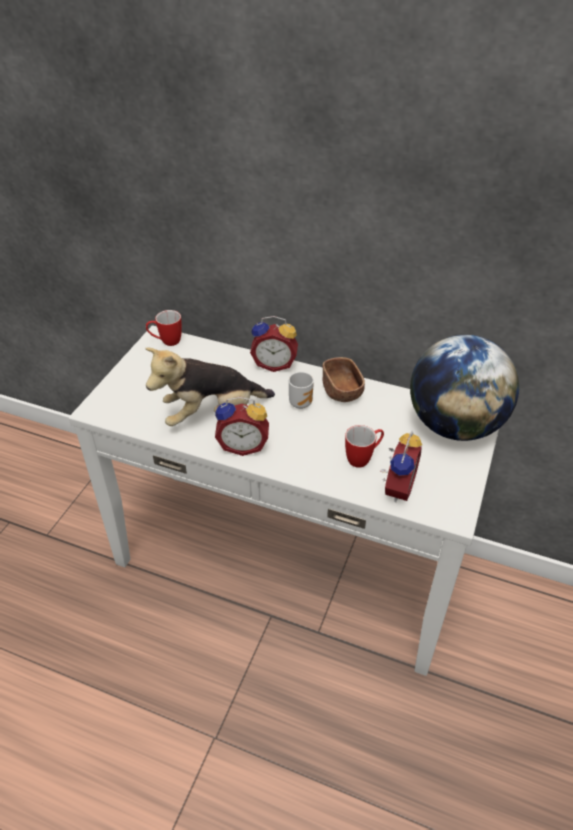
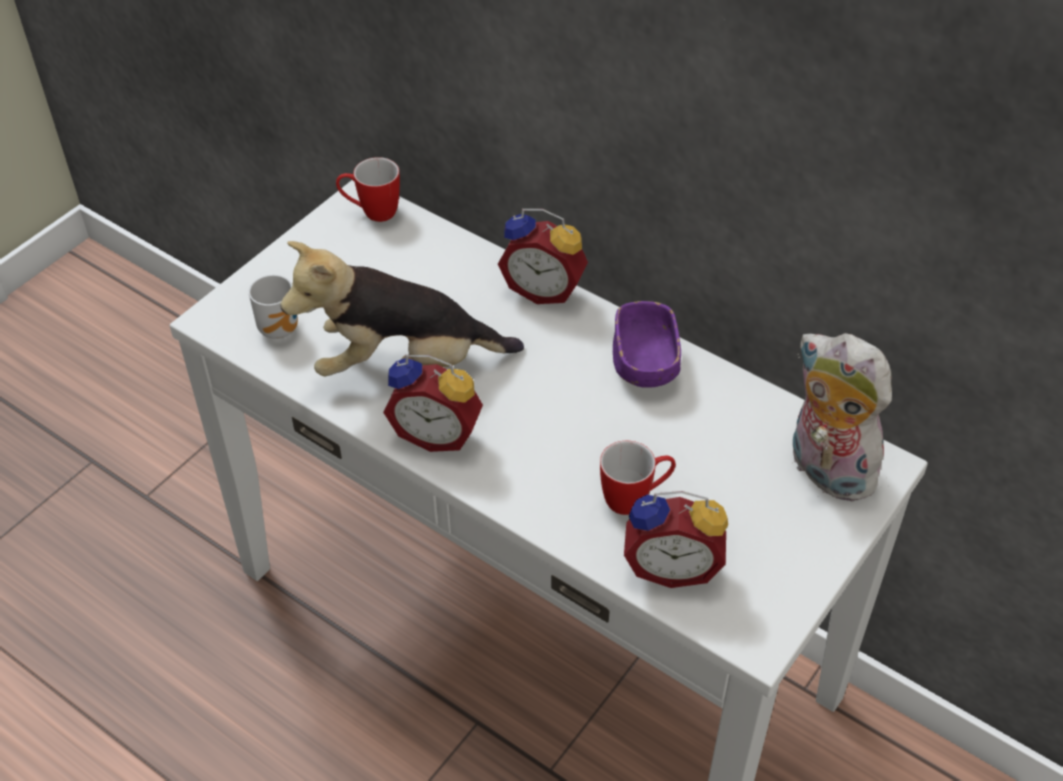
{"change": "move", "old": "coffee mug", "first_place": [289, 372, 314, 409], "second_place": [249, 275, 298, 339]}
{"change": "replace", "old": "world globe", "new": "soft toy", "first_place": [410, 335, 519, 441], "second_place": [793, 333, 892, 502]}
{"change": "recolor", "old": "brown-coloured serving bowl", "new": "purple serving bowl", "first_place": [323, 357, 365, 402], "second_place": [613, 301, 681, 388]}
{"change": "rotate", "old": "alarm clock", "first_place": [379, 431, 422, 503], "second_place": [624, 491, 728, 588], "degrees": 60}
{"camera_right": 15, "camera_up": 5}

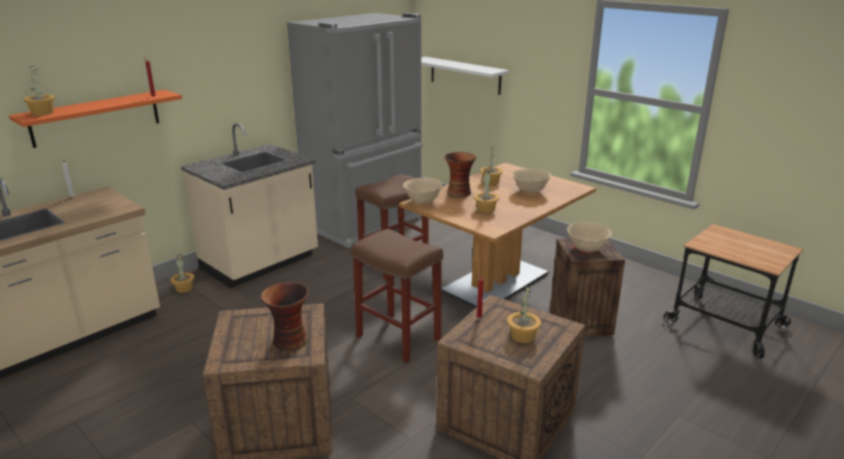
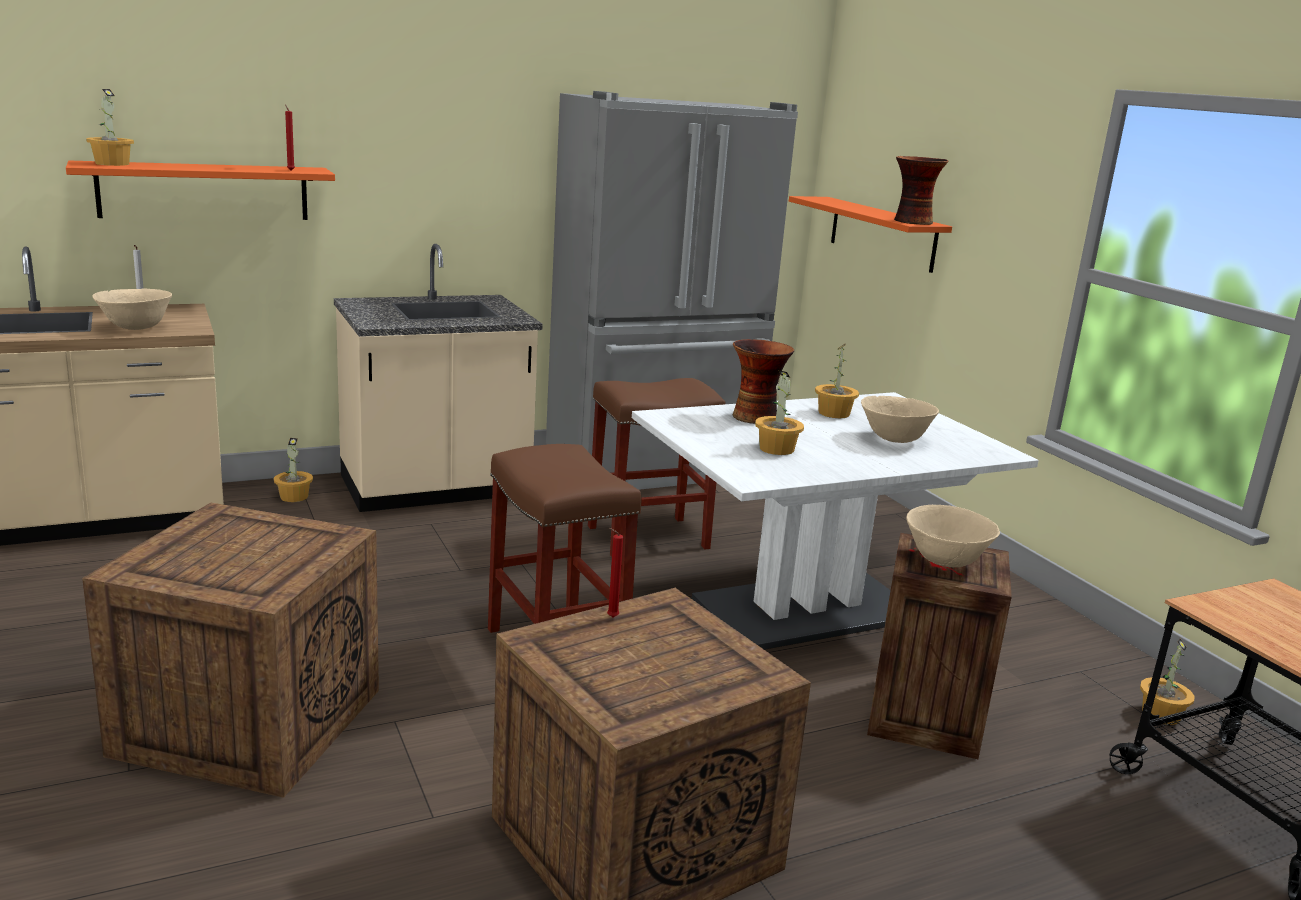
{"change": "move", "old": "decorative vase", "first_place": [261, 282, 309, 351], "second_place": [894, 156, 948, 225]}
{"change": "move", "old": "beige-coloured serving bowl", "first_place": [403, 178, 442, 204], "second_place": [93, 289, 172, 330]}
{"change": "move", "old": "plant in a pot", "first_place": [507, 286, 541, 343], "second_place": [1140, 638, 1195, 725]}
{"change": "recolor", "old": "brown-coloured dining table", "new": "whitish dining table", "first_place": [399, 163, 596, 308], "second_place": [632, 392, 1039, 650]}
{"change": "recolor", "old": "whitish bracket shelf", "new": "orange bracket shelf", "first_place": [421, 57, 509, 95], "second_place": [789, 196, 952, 273]}
{"camera_right": 20, "camera_up": -5}

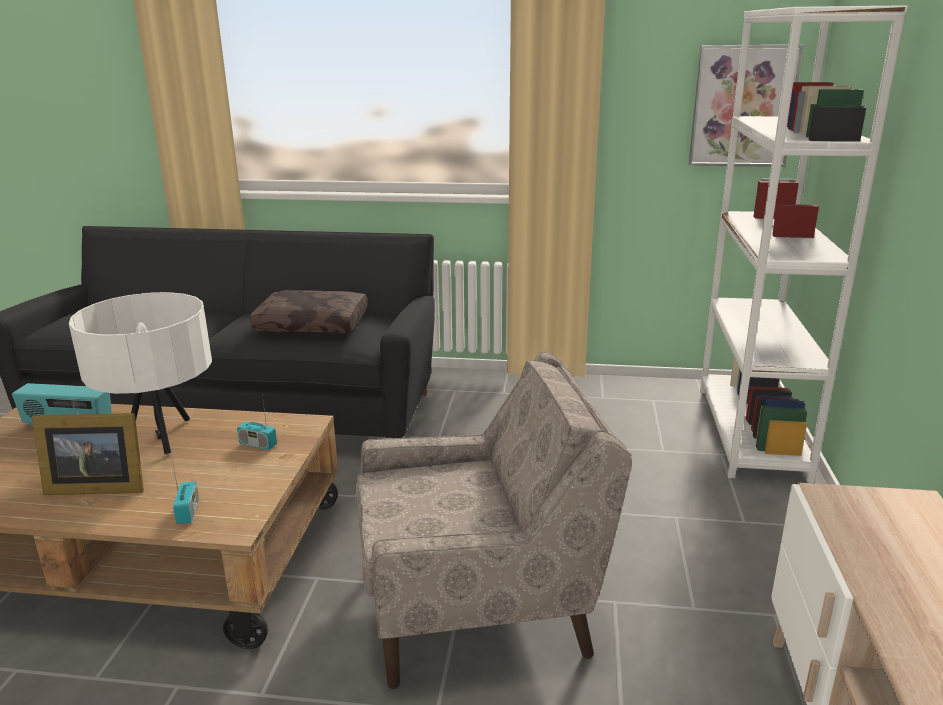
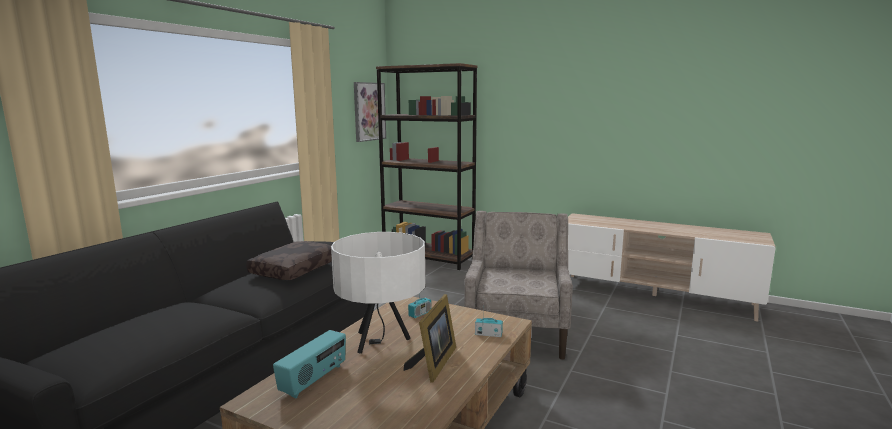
{"change": "recolor", "old": "whitish shelving unit", "new": "brown-coloured shelving unit", "first_place": [700, 5, 908, 483], "second_place": [376, 63, 478, 270]}
{"camera_right": -70, "camera_up": -10}

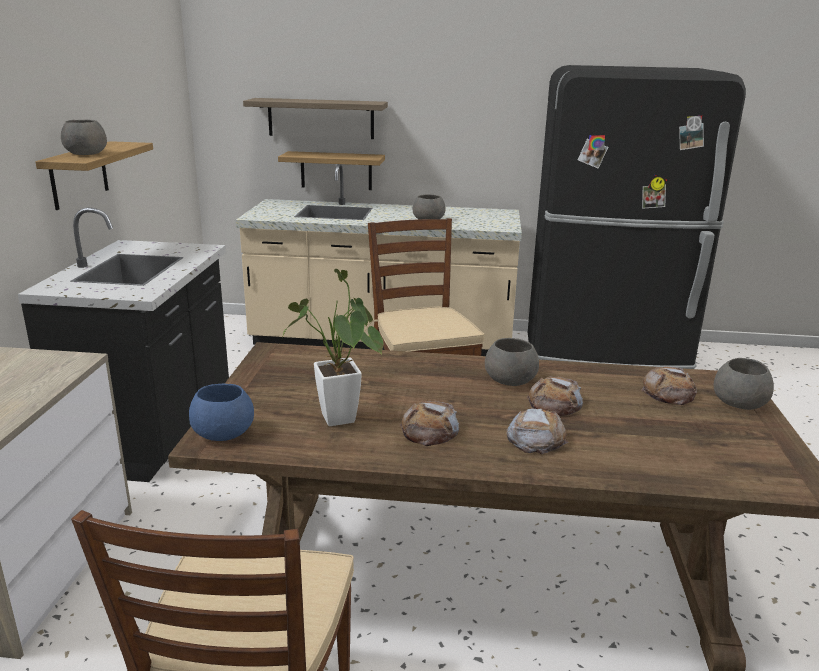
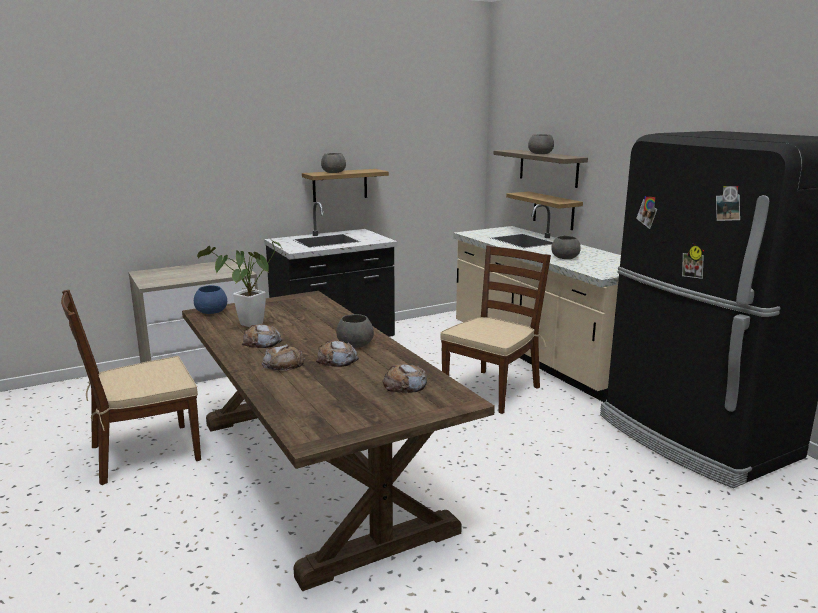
{"change": "move", "old": "greyish serving bowl", "first_place": [713, 358, 774, 410], "second_place": [528, 134, 554, 154]}
{"camera_right": 55, "camera_up": -5}

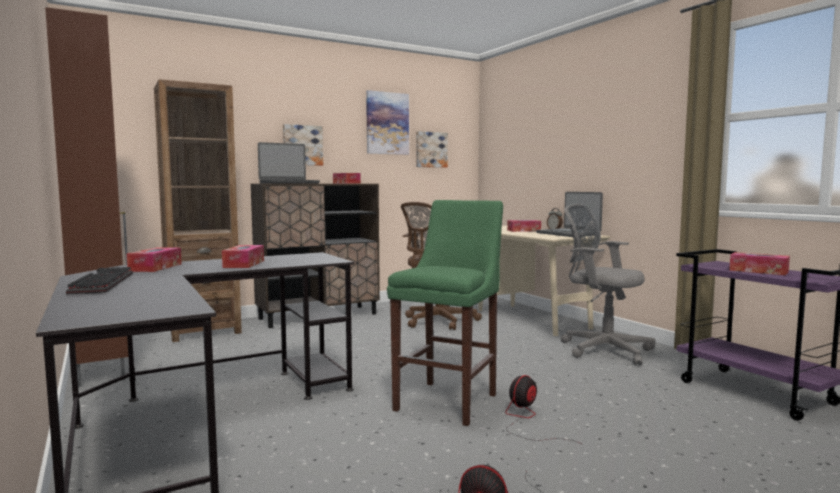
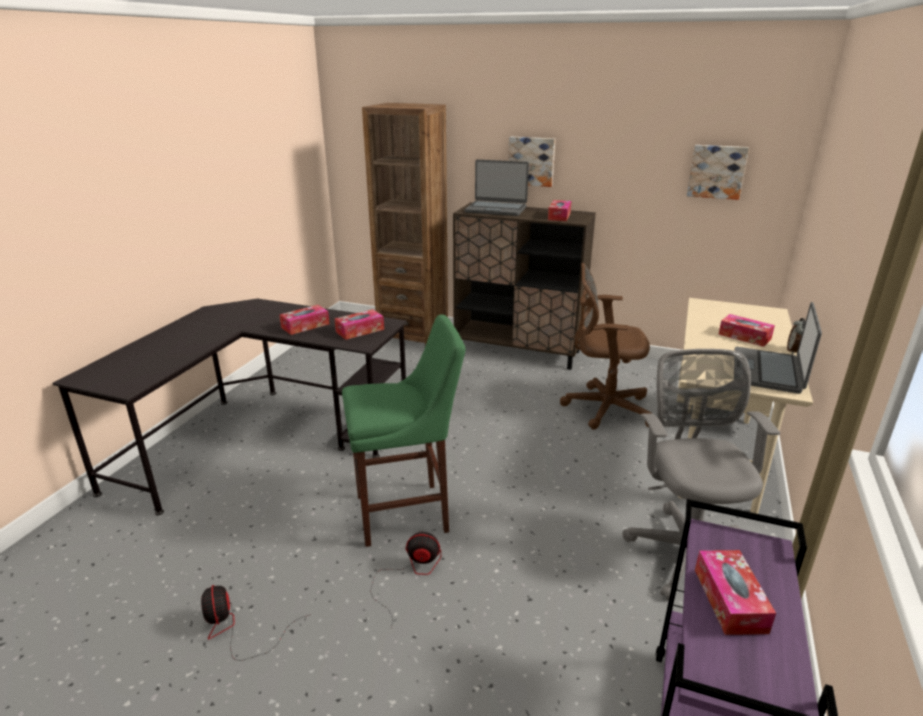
{"change": "delete", "old": "brown-coloured cupboard", "first_place": [45, 7, 128, 387]}
{"change": "delete", "old": "computer keyboard", "first_place": [66, 267, 133, 294]}
{"change": "delete", "old": "wall picture", "first_place": [366, 90, 409, 155]}
{"change": "move", "old": "box of tissues", "first_place": [127, 247, 182, 272], "second_place": [335, 309, 384, 340]}
{"camera_right": 50, "camera_up": 20}

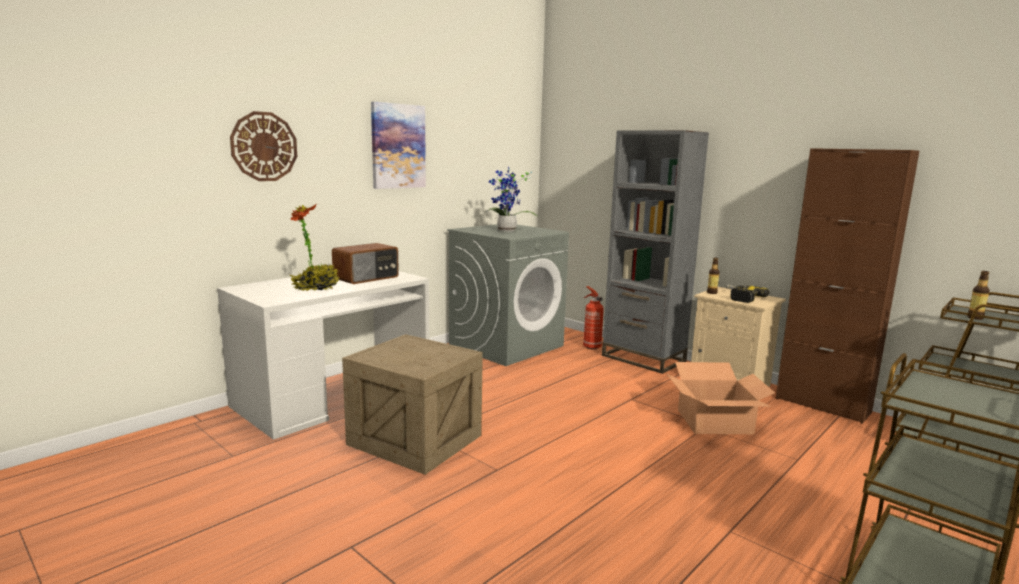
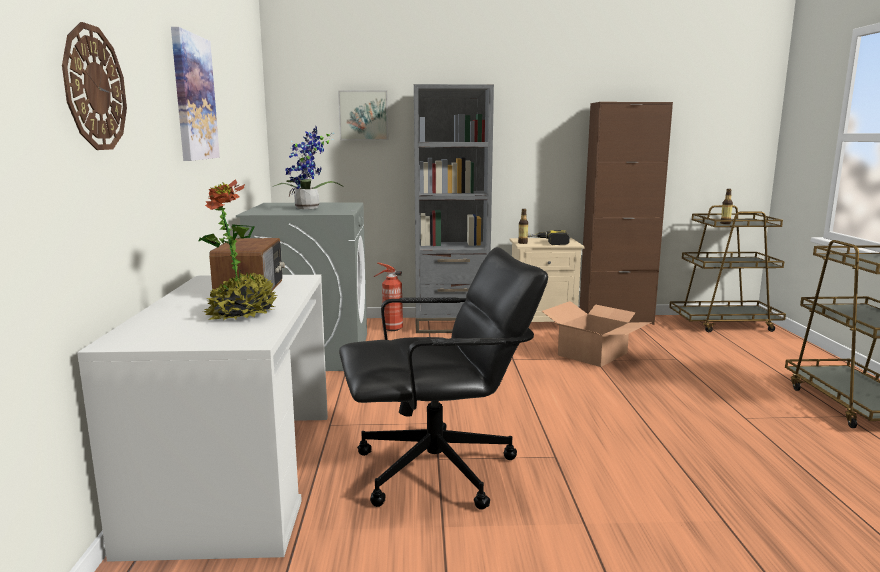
{"change": "insert", "new": "wall picture", "second_place": [338, 90, 388, 140]}
{"change": "replace", "old": "shipping crate", "new": "black-coloured office chair", "first_place": [342, 334, 483, 475], "second_place": [339, 247, 548, 510]}
{"camera_right": -45, "camera_up": 0}

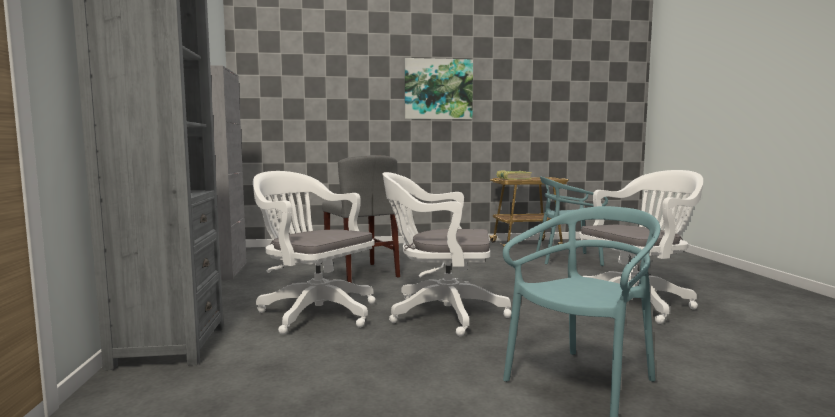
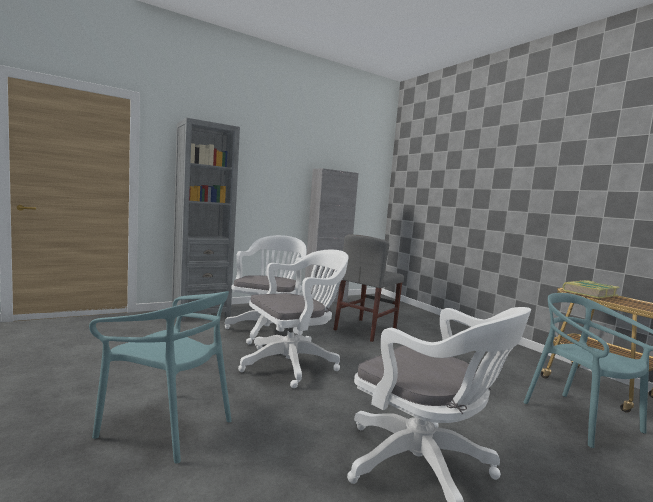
{"change": "delete", "old": "wall picture", "first_place": [404, 58, 473, 119]}
{"change": "rotate", "old": "whitish office chair", "first_place": [382, 172, 511, 336], "second_place": [238, 250, 349, 388], "degrees": 75}
{"camera_right": 65, "camera_up": 0}

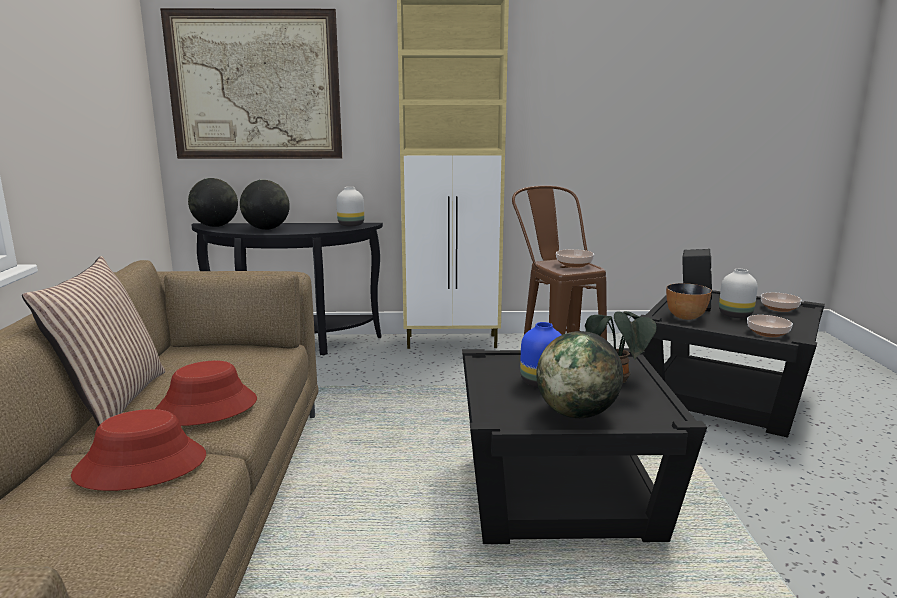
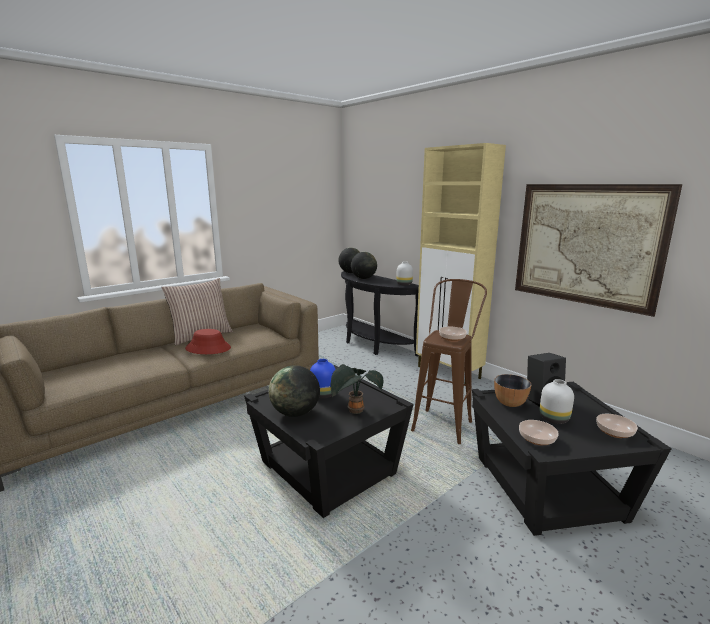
{"change": "delete", "old": "red clothing hat", "first_place": [71, 409, 206, 491]}
{"change": "move", "old": "wall picture", "first_place": [160, 8, 342, 159], "second_place": [515, 184, 682, 317]}
{"camera_right": 50, "camera_up": 0}

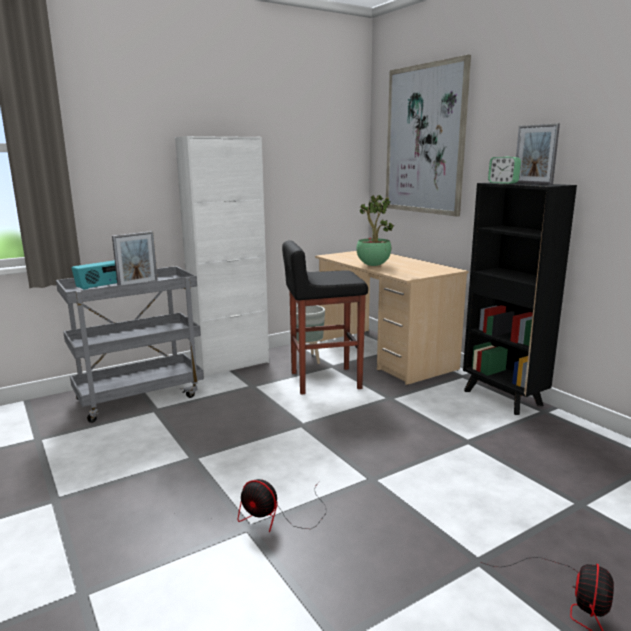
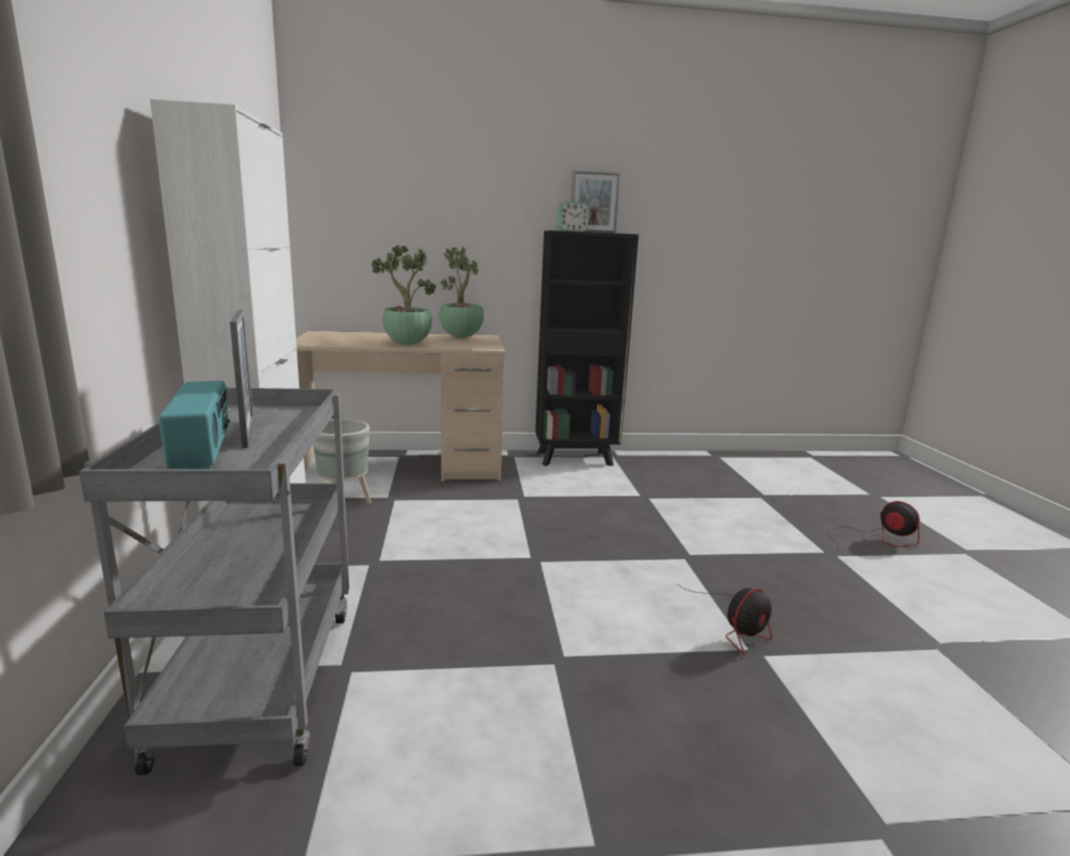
{"change": "delete", "old": "black-coloured stool", "first_place": [282, 240, 368, 395]}
{"change": "delete", "old": "wall picture", "first_place": [386, 55, 471, 217]}
{"change": "insert", "new": "plant in a pot", "second_place": [439, 247, 484, 338]}
{"camera_right": -65, "camera_up": 0}

